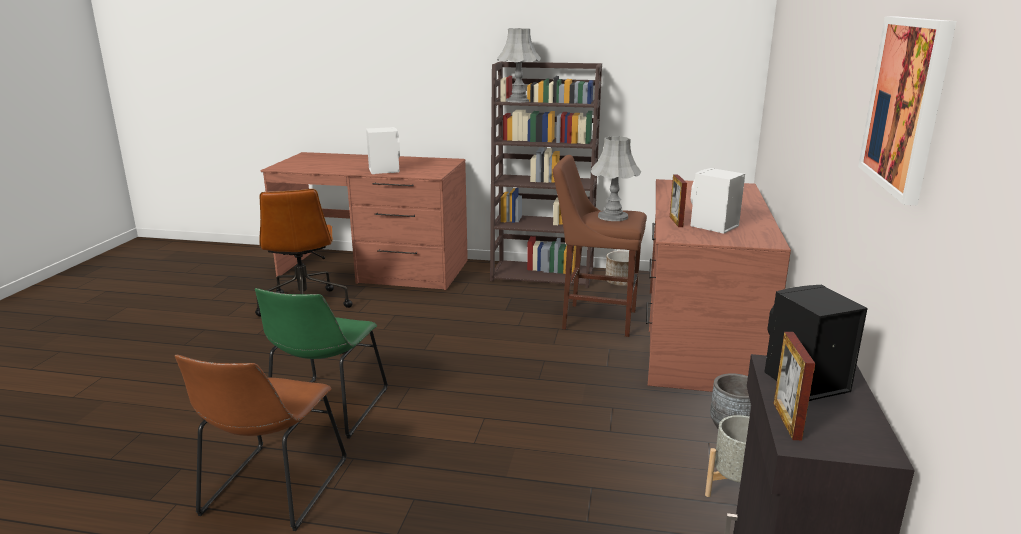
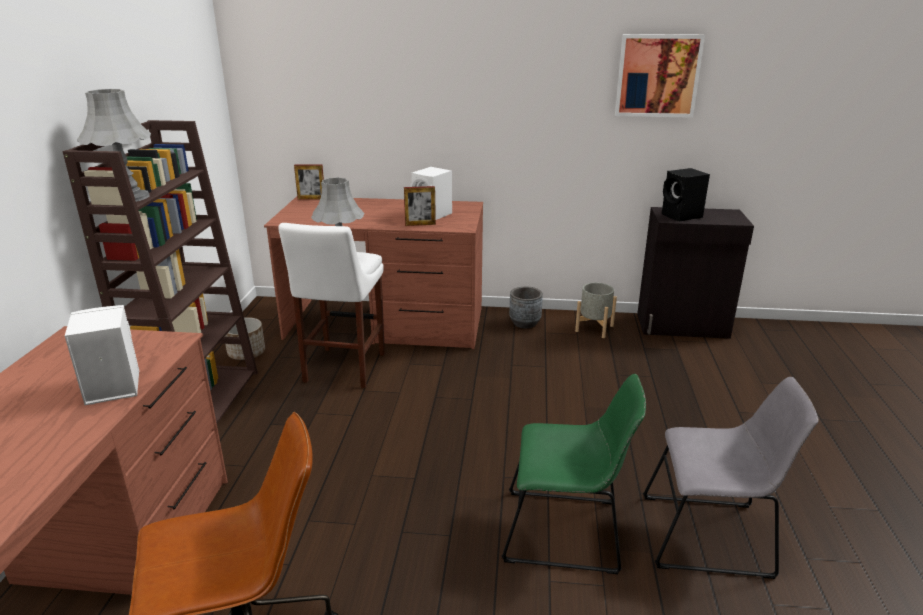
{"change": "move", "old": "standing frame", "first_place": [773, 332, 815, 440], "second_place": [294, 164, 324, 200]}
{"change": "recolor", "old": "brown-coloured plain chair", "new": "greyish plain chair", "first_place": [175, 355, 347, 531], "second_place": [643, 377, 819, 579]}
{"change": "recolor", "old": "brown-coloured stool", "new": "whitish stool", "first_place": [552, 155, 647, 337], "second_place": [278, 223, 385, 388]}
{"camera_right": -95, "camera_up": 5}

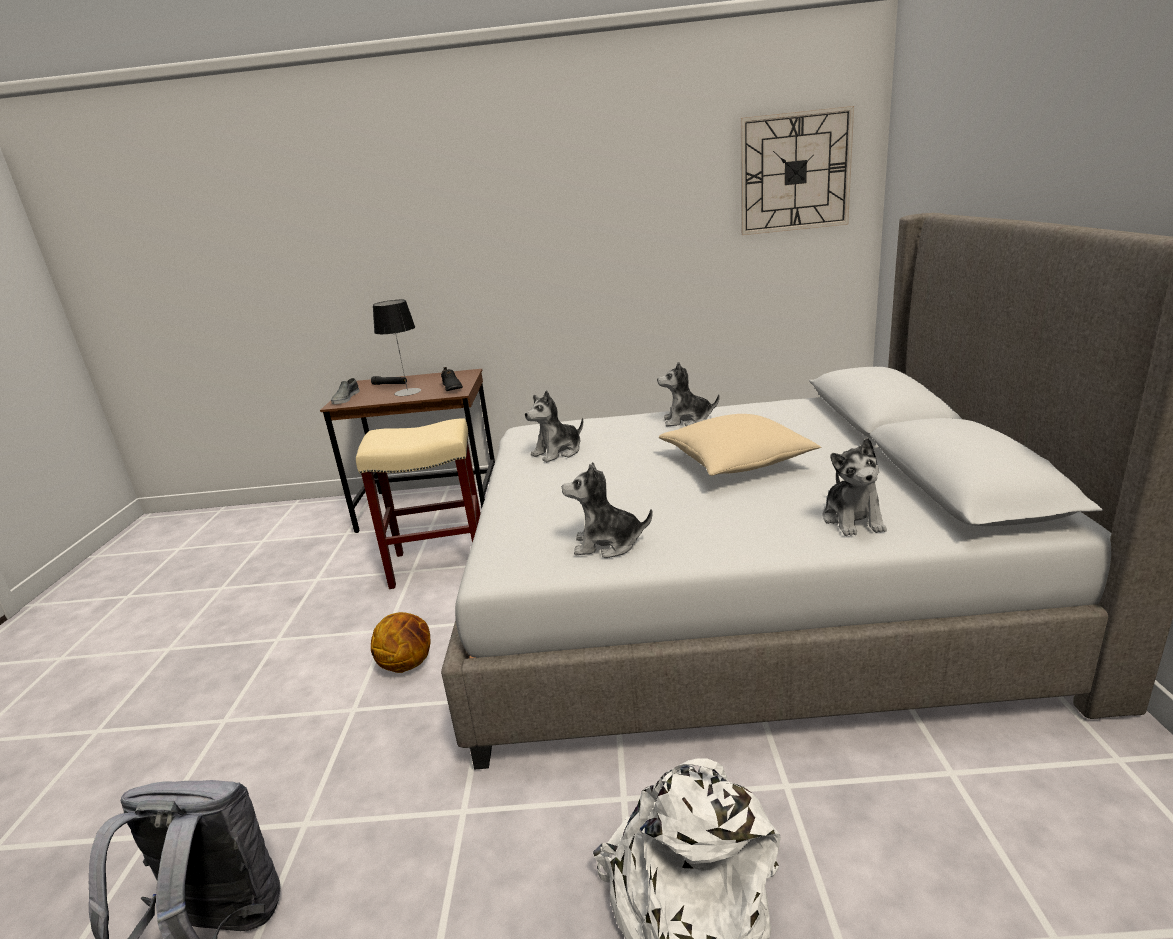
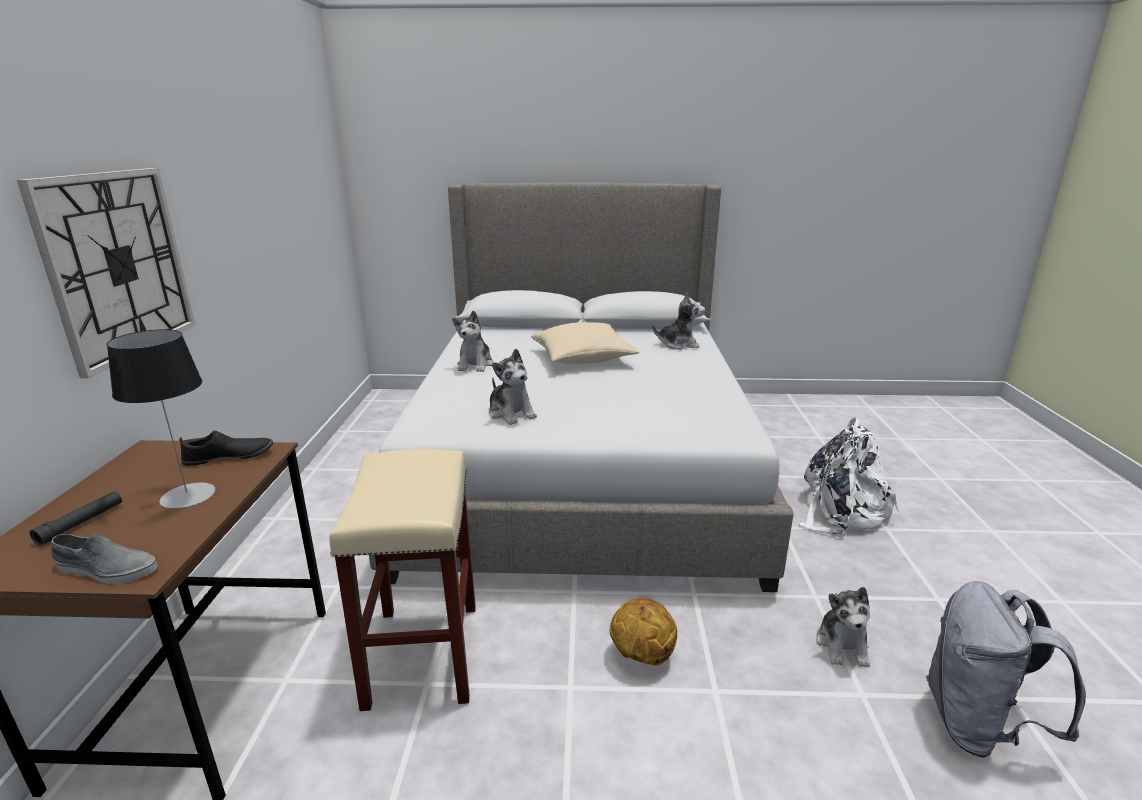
{"change": "move", "old": "soft toy", "first_place": [562, 462, 653, 558], "second_place": [816, 587, 870, 667]}
{"change": "move", "old": "hanging clock", "first_place": [740, 106, 854, 235], "second_place": [17, 168, 195, 378]}
{"camera_right": -90, "camera_up": 0}

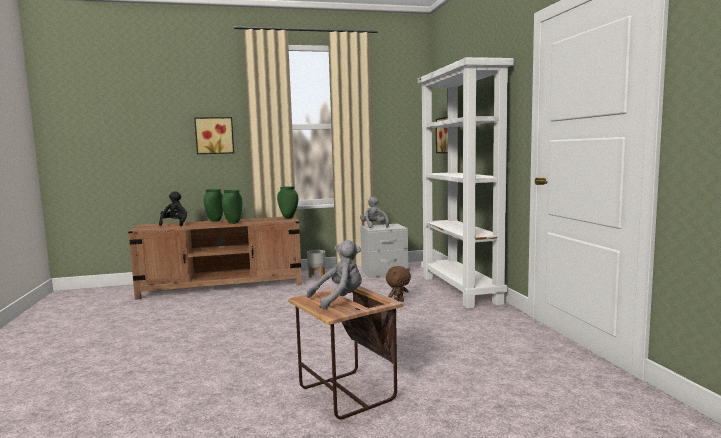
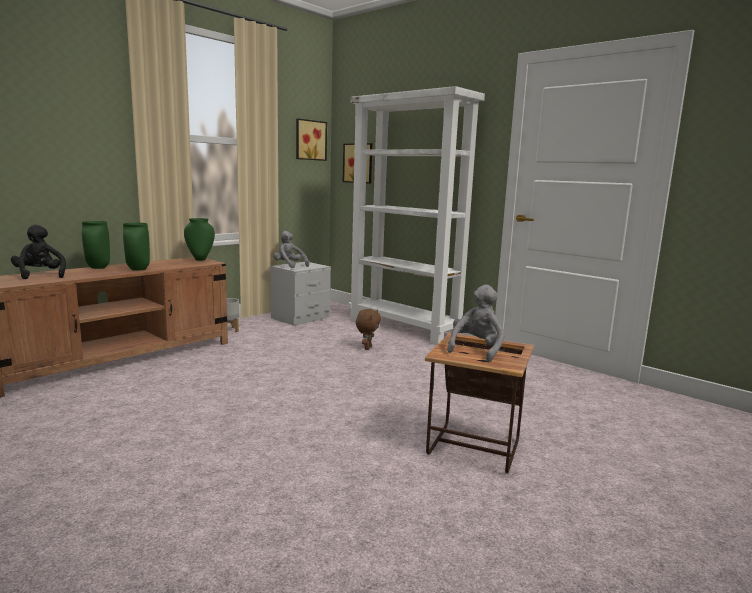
{"change": "move", "old": "wall picture", "first_place": [194, 117, 234, 154], "second_place": [296, 118, 327, 161]}
{"camera_right": -35, "camera_up": 5}

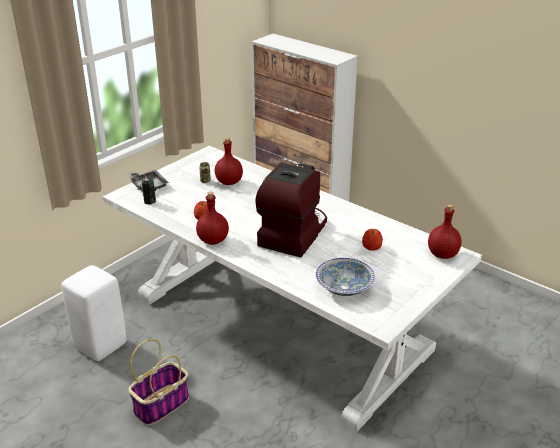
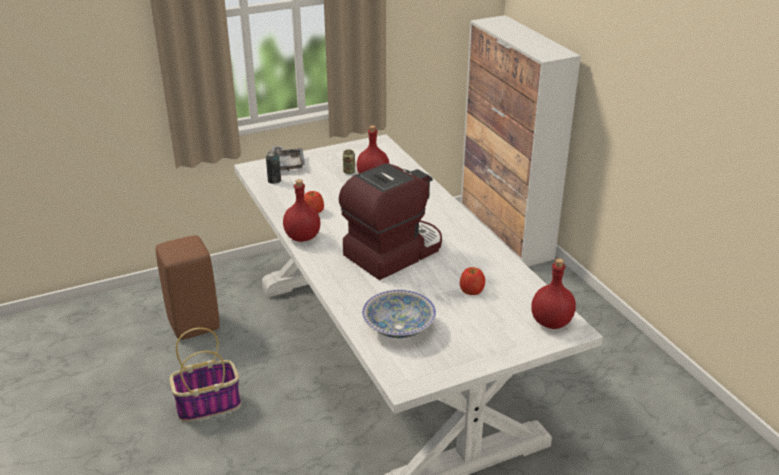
{"change": "recolor", "old": "whitish stool", "new": "brown-coloured stool", "first_place": [61, 265, 127, 361], "second_place": [156, 235, 220, 340]}
{"camera_right": 25, "camera_up": 0}

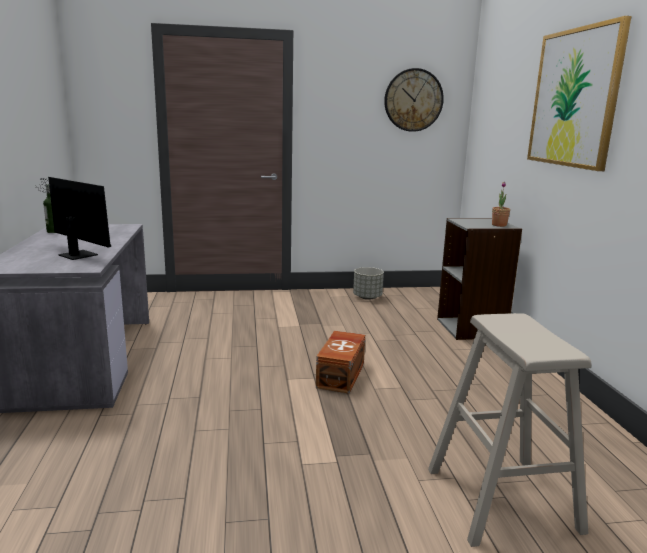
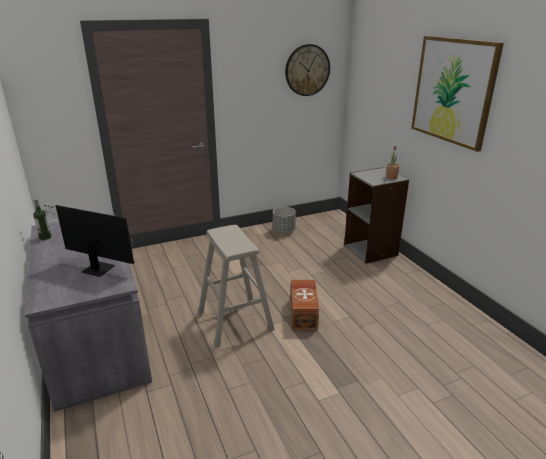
{"change": "move", "old": "beige-coloured stool", "first_place": [428, 313, 591, 547], "second_place": [198, 225, 275, 347]}
{"camera_right": -15, "camera_up": 10}

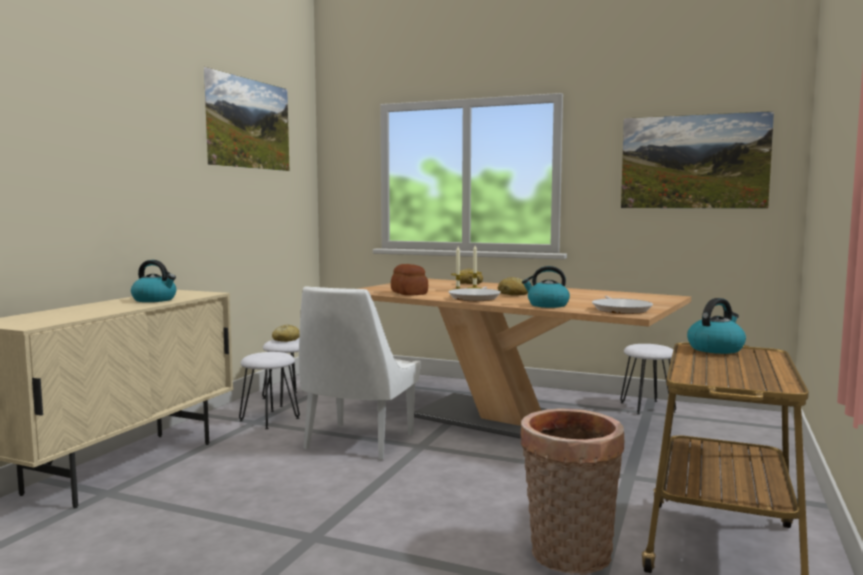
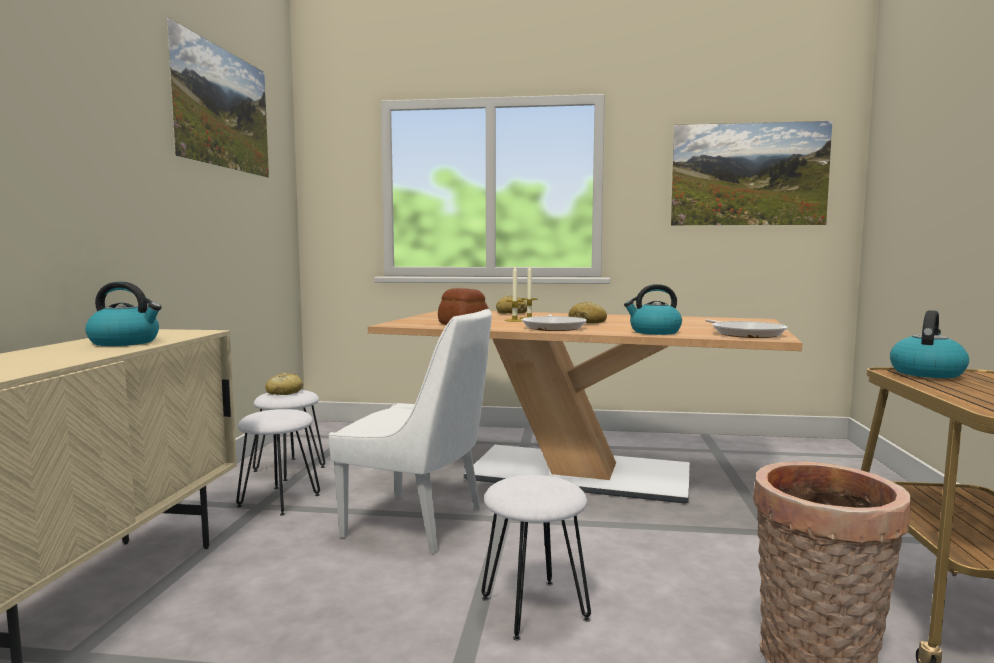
{"change": "move", "old": "whitish stool", "first_place": [620, 344, 676, 415], "second_place": [482, 475, 591, 640]}
{"change": "rotate", "old": "whitish plain chair", "first_place": [299, 286, 420, 460], "second_place": [329, 309, 492, 553], "degrees": -75}
{"camera_right": -15, "camera_up": 0}

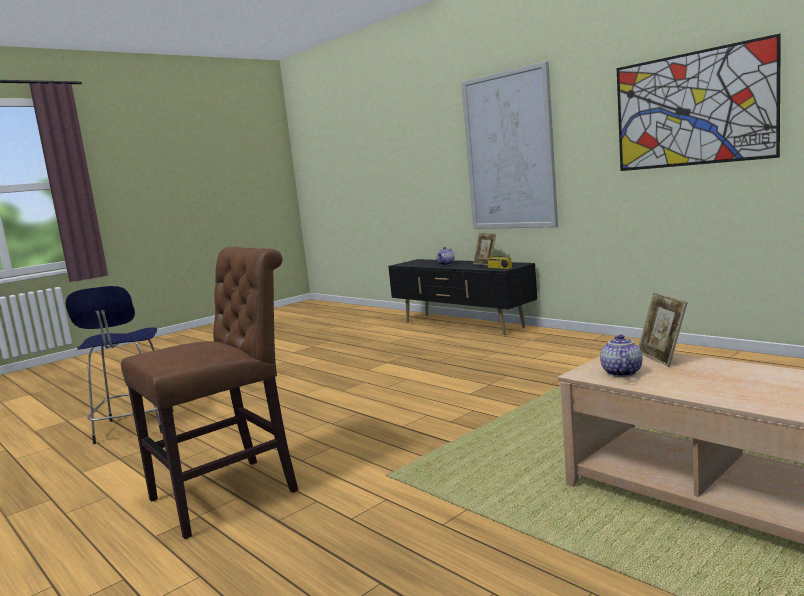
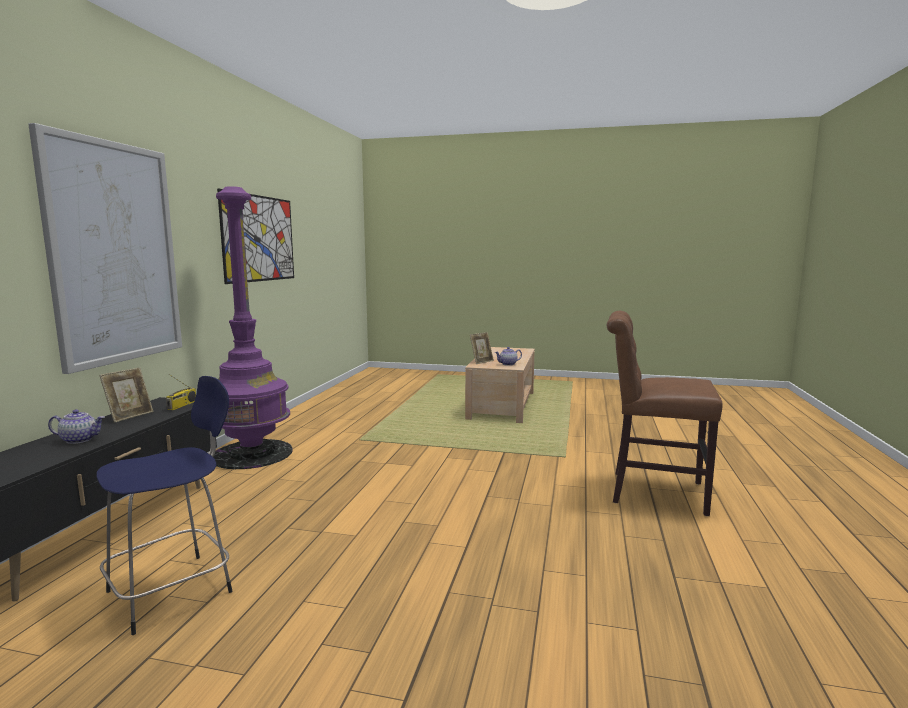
{"change": "insert", "new": "purple floor lamp", "second_place": [213, 186, 293, 469]}
{"change": "move", "old": "blue-coloured stool", "first_place": [65, 286, 173, 444], "second_place": [96, 376, 232, 635]}
{"camera_right": -125, "camera_up": 0}

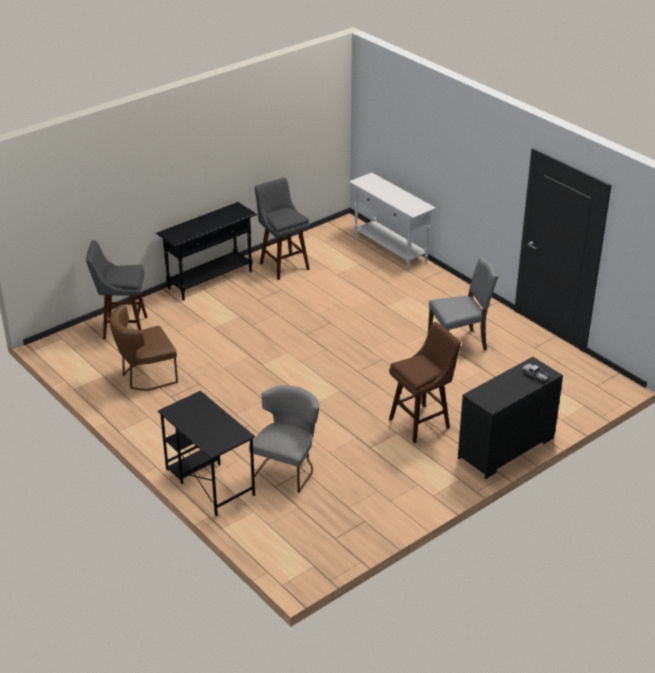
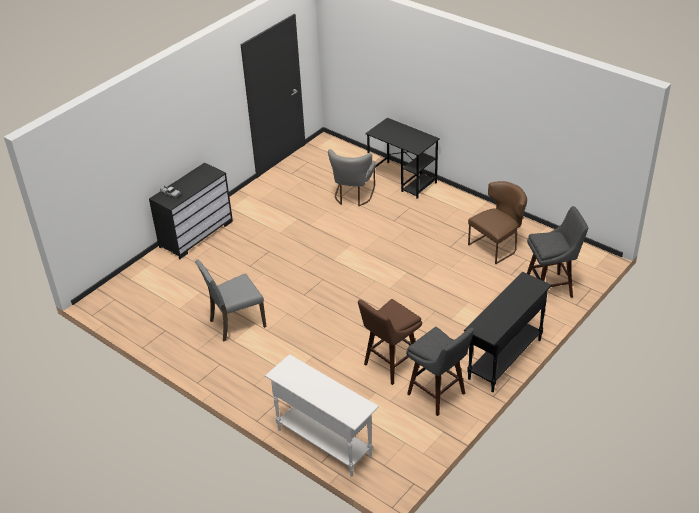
{"change": "move", "old": "brown-coloured stool", "first_place": [389, 322, 461, 443], "second_place": [358, 299, 422, 385]}
{"camera_right": 170, "camera_up": 5}

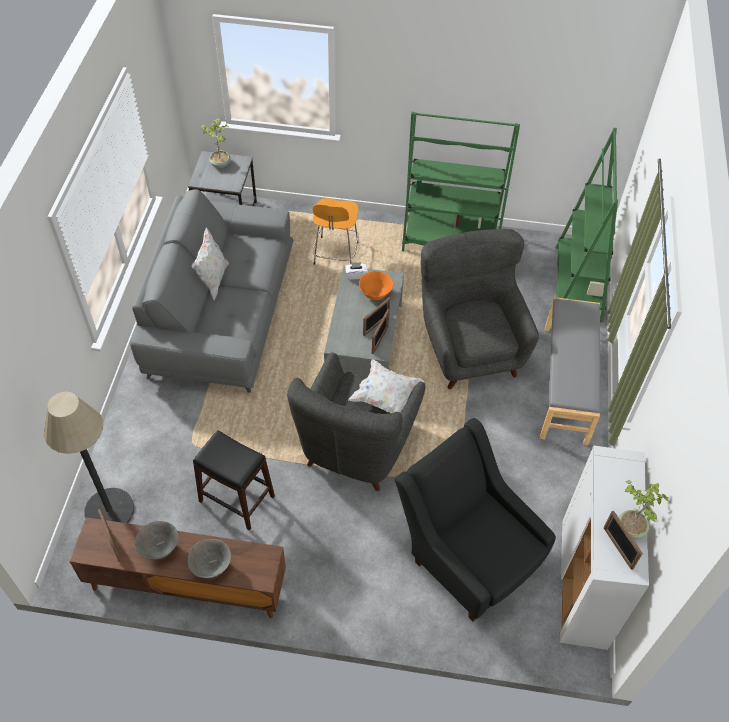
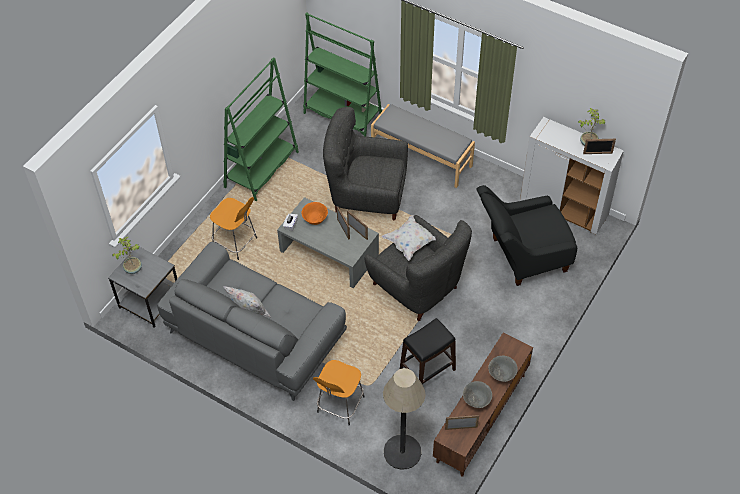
{"change": "insert", "new": "orange stool", "second_place": [313, 360, 365, 425]}
{"camera_right": -65, "camera_up": 0}

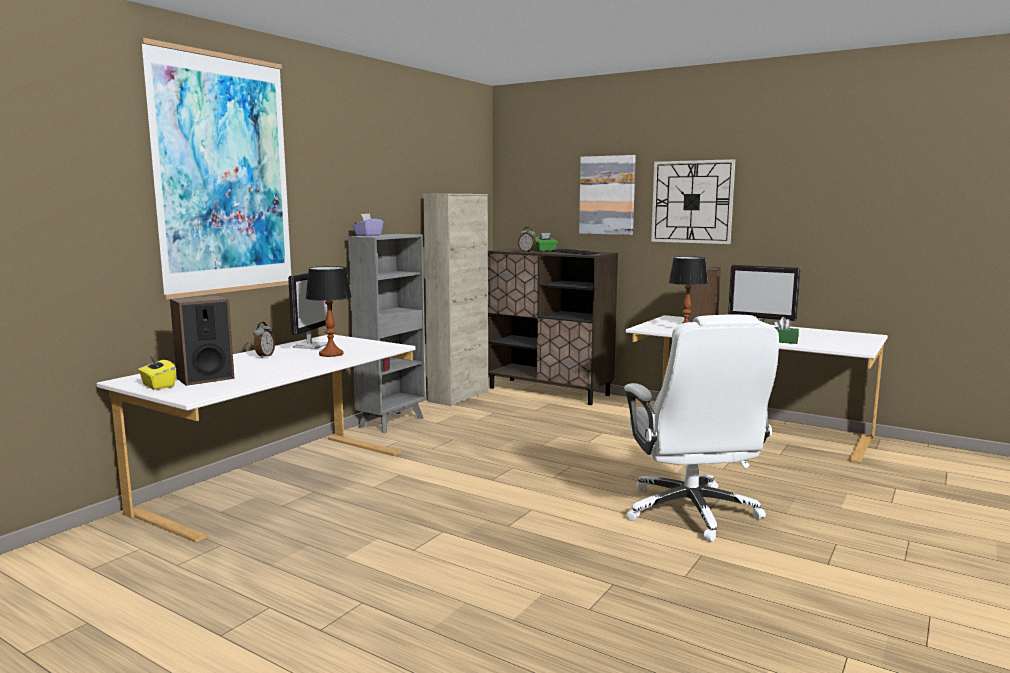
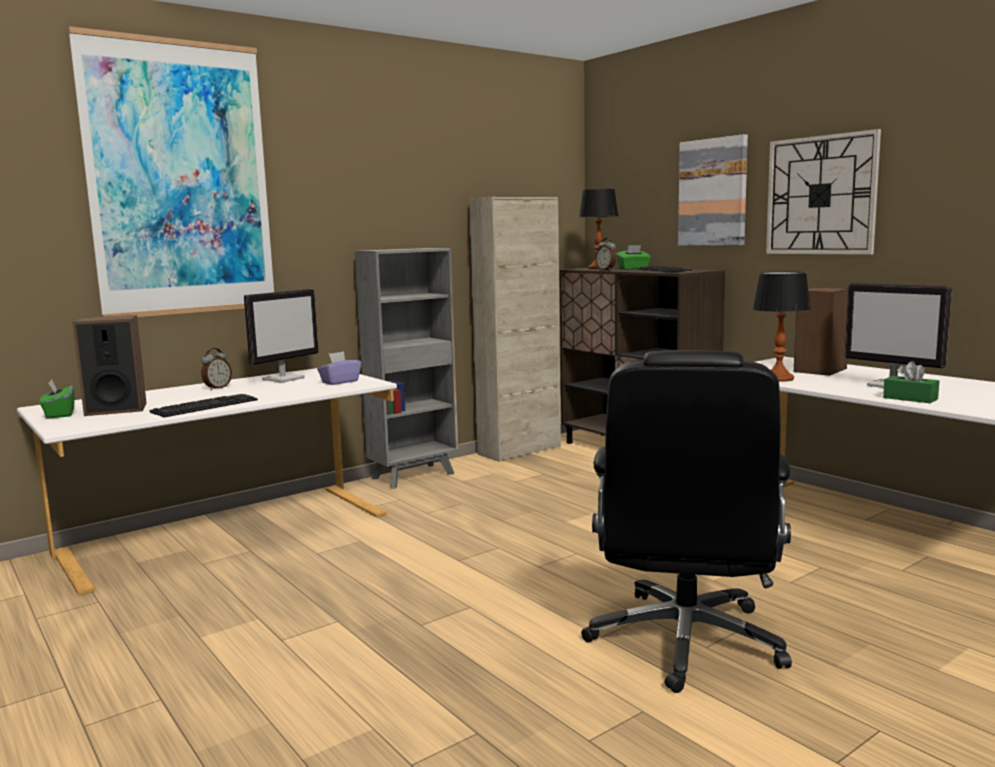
{"change": "insert", "new": "computer keyboard", "second_place": [150, 394, 258, 418]}
{"change": "move", "old": "tabletop lamp", "first_place": [306, 266, 352, 357], "second_place": [579, 189, 618, 269]}
{"change": "move", "old": "purple box of tissues", "first_place": [353, 213, 383, 236], "second_place": [317, 351, 361, 385]}
{"change": "recolor", "old": "yellow-coloured box of tissues", "new": "green-coloured box of tissues", "first_place": [138, 355, 176, 390], "second_place": [39, 380, 75, 419]}
{"change": "recolor", "old": "whitish office chair", "new": "black-coloured office chair", "first_place": [624, 315, 779, 542], "second_place": [581, 350, 792, 693]}
{"camera_right": 20, "camera_up": 0}

